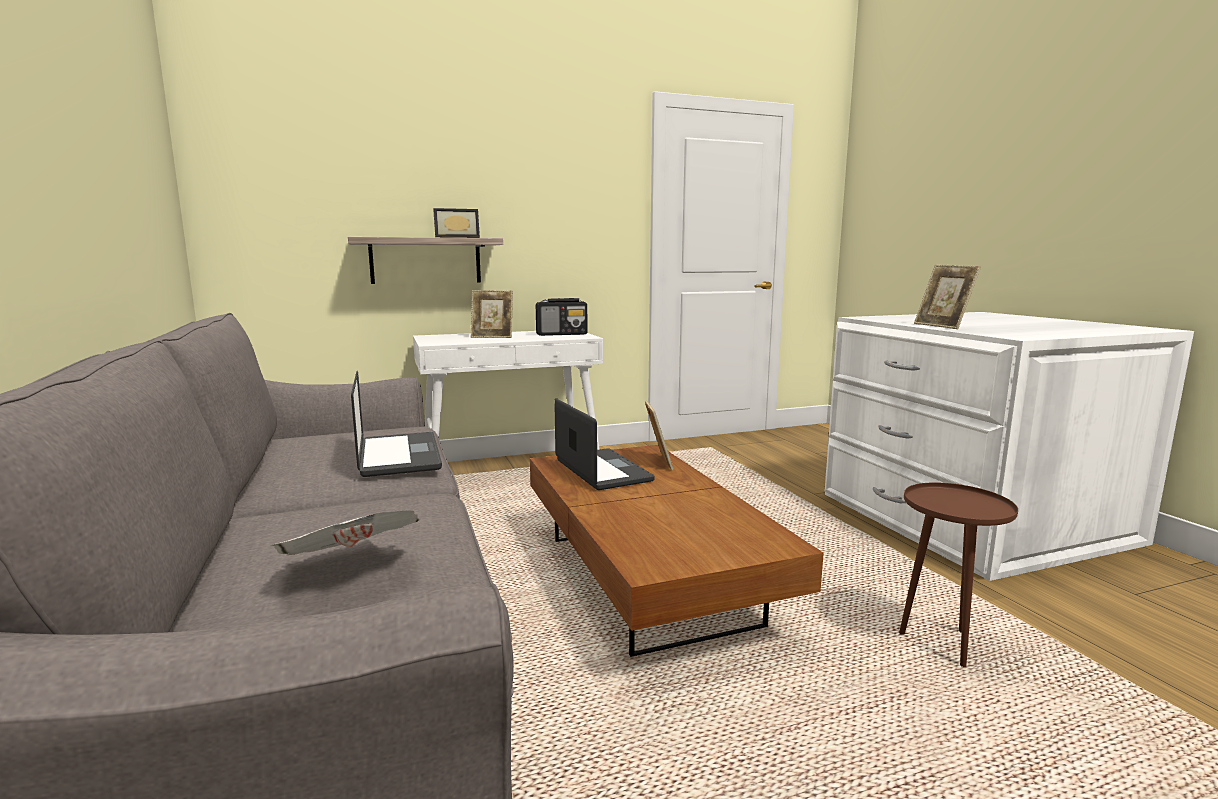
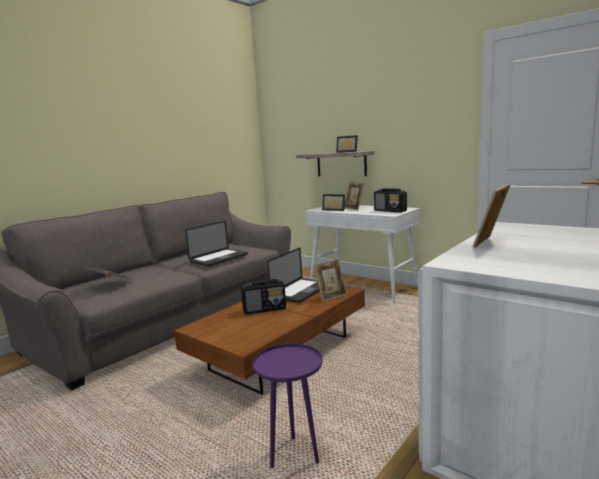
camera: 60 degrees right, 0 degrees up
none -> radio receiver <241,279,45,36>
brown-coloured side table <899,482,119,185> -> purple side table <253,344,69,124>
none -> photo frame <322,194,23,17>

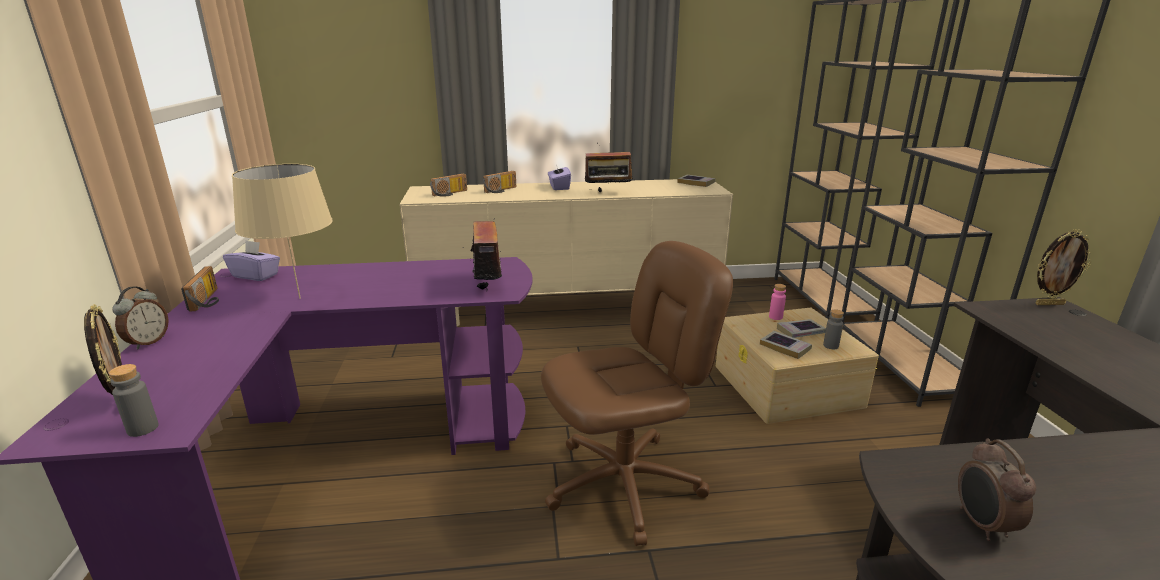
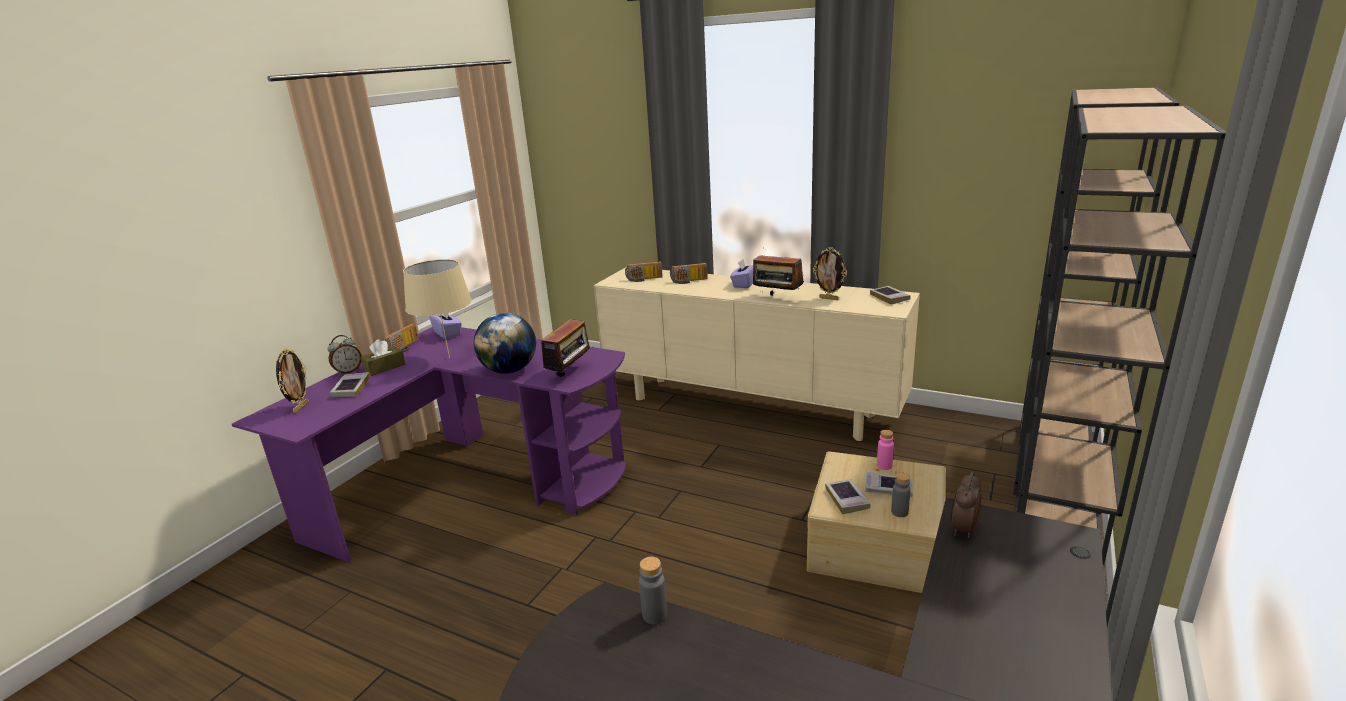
camera: 35 degrees right, 0 degrees up
none -> bound book <329,372,41,25>
none -> brown-coloured tissue box <360,339,45,37>
none -> globe <474,313,62,61>
greyish beverage bottle <109,364,50,73> -> greyish beverage bottle <639,557,28,67>, shifted
photo frame <1035,230,56,75> -> photo frame <813,247,34,53>, shifted
bedside clock <958,438,78,103> -> bedside clock <951,472,31,66>, shifted
brown-coloured computer chair <541,241,192,305> -> none

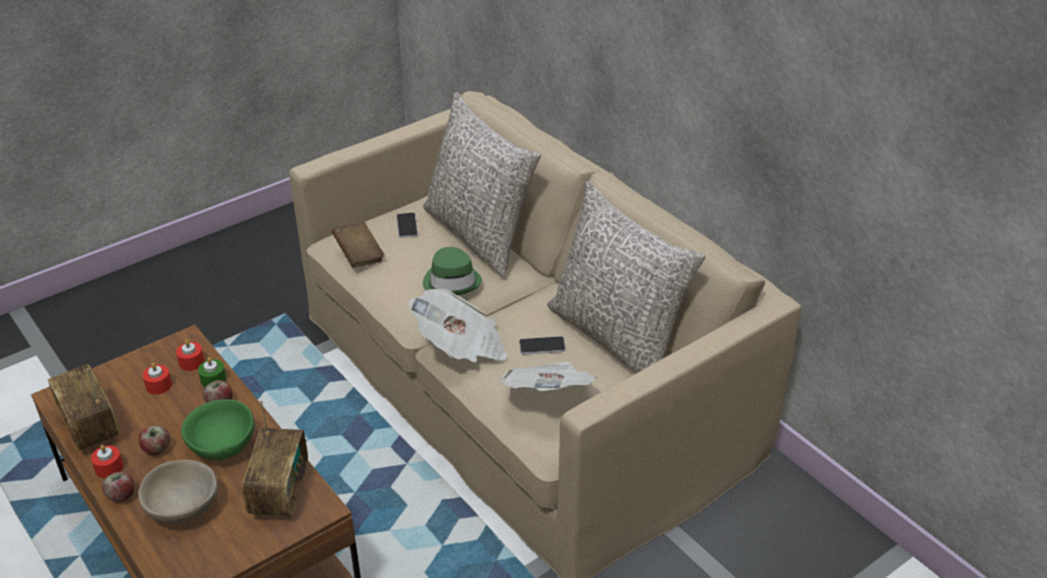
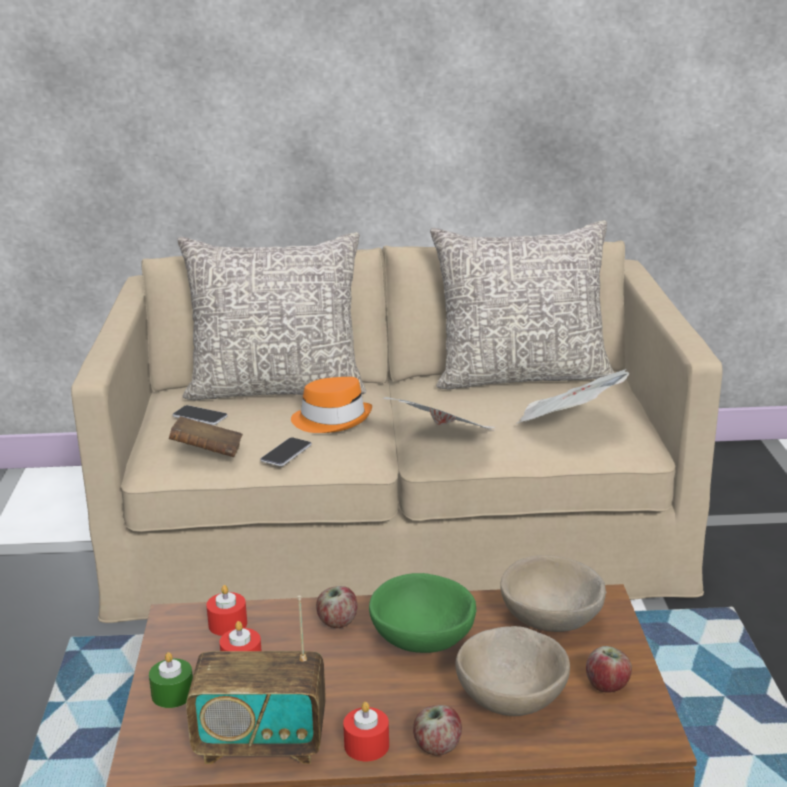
camera: 55 degrees left, 15 degrees down
green-coloured wax light <198,357,29,30> -> green-coloured wax light <149,652,44,56>, shifted
phone <519,336,47,18> -> phone <261,437,51,29>, shifted
green-coloured clothing hat <423,247,59,48> -> orangey clothing hat <291,377,81,56>
radio receiver <242,400,66,120> -> beige bowl <500,555,107,77>
apple <139,426,31,29> -> apple <586,646,46,47>, shifted

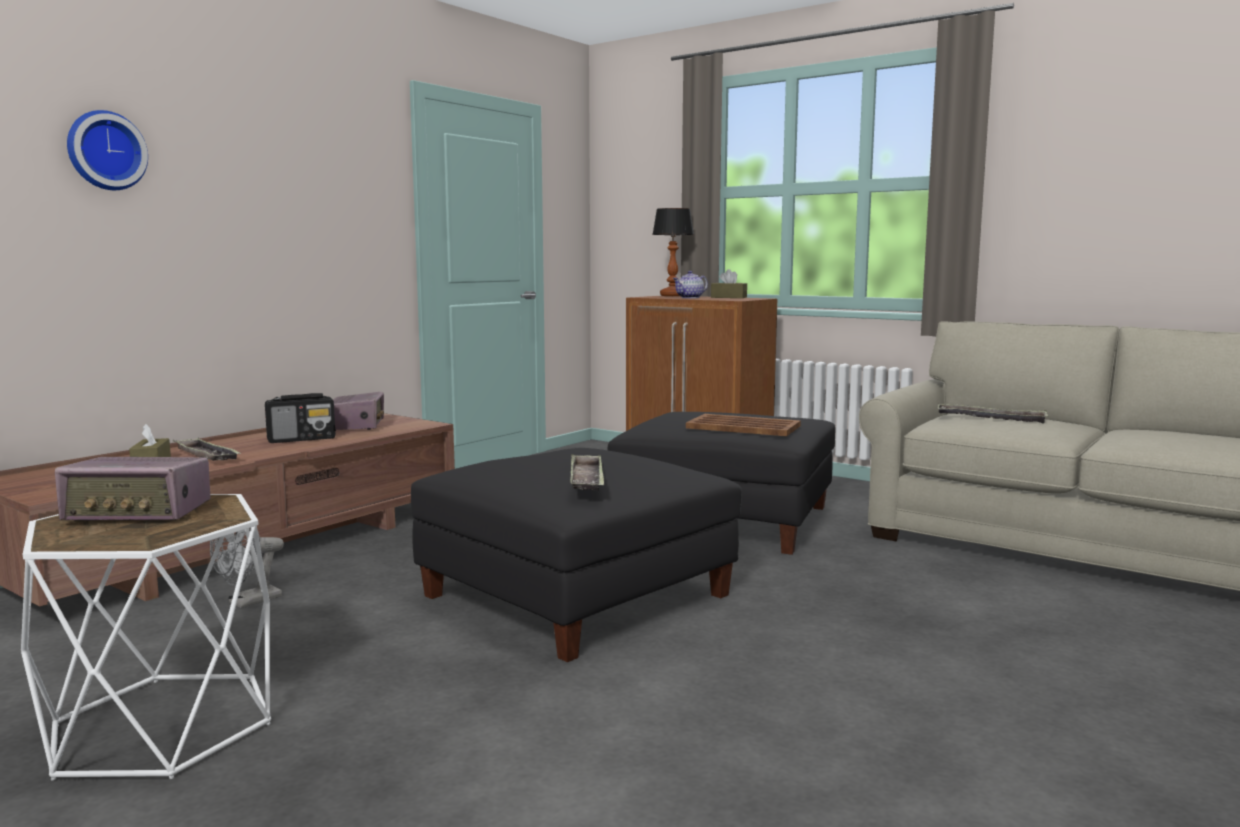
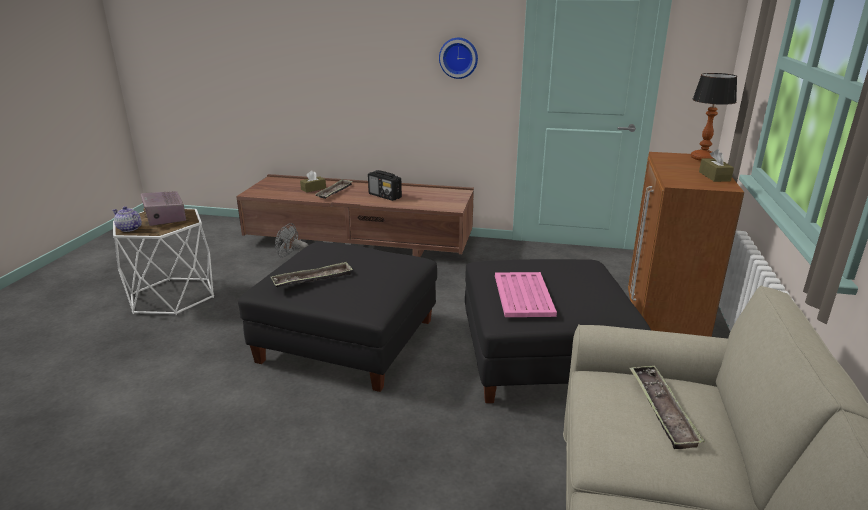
camera: 65 degrees right, 15 degrees up
teapot <672,271,36,27> -> teapot <113,206,29,26>, shifted
hanging clock <67,110,81,80> -> hanging clock <439,38,39,41>, shifted
brown-coloured serving tray <686,414,115,22> -> pink serving tray <495,272,62,45>
radio receiver <333,392,51,39> -> none

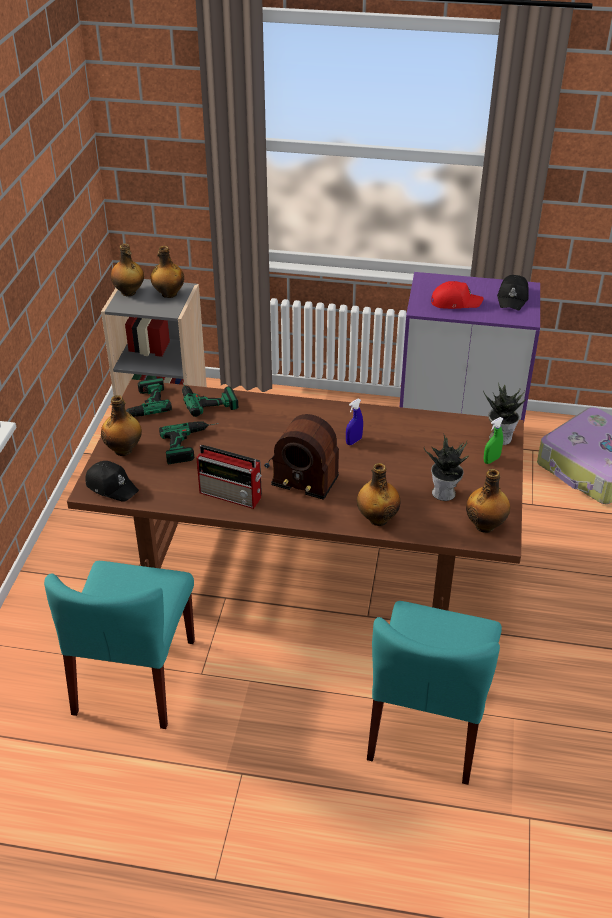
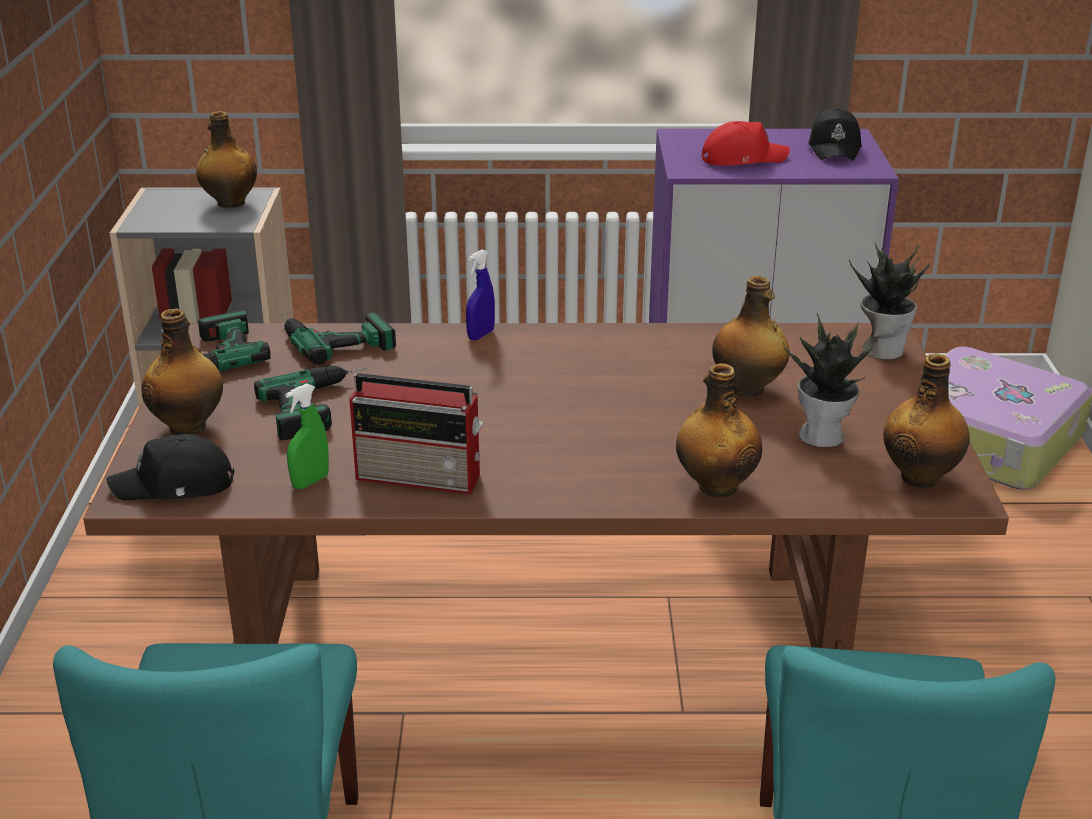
camera: 10 degrees left, 10 degrees down
black-coloured baseball cap <85,461,54,41> -> black-coloured baseball cap <106,434,128,67>, 150 degrees clockwise
green-coloured sprayer <484,417,20,47> -> green-coloured sprayer <285,383,44,106>, shifted
blue sprayer <346,398,17,47> -> blue sprayer <466,250,29,90>, shifted
beverage bottle <111,244,33,52> -> beverage bottle <712,276,78,121>, shifted
radio receiver <264,414,75,86> -> none

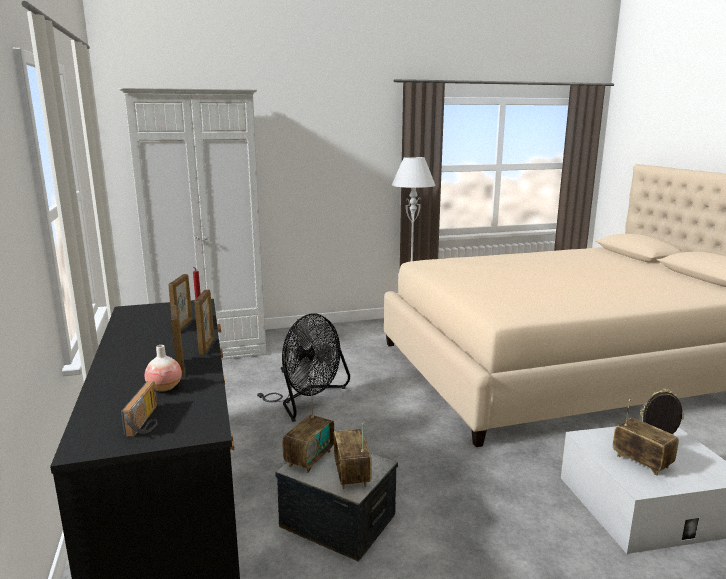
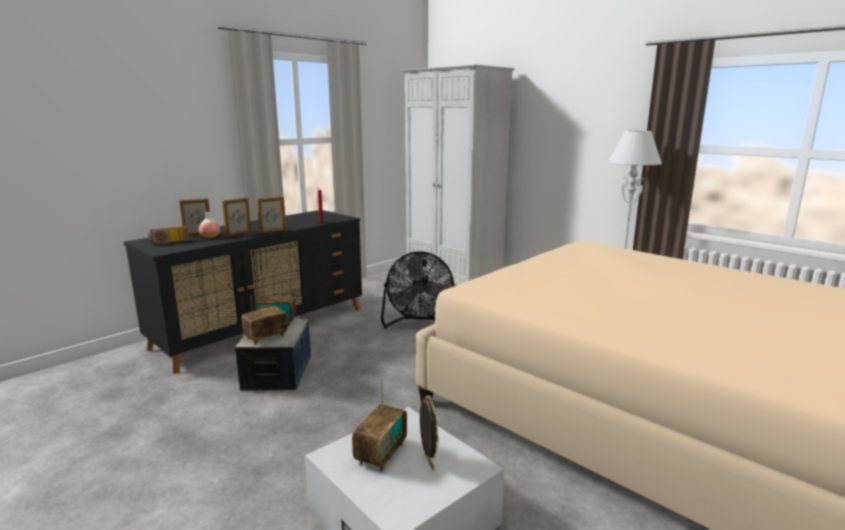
camera: 60 degrees right, 0 degrees up
photo frame <168,274,24,56> -> photo frame <179,198,31,38>, shifted

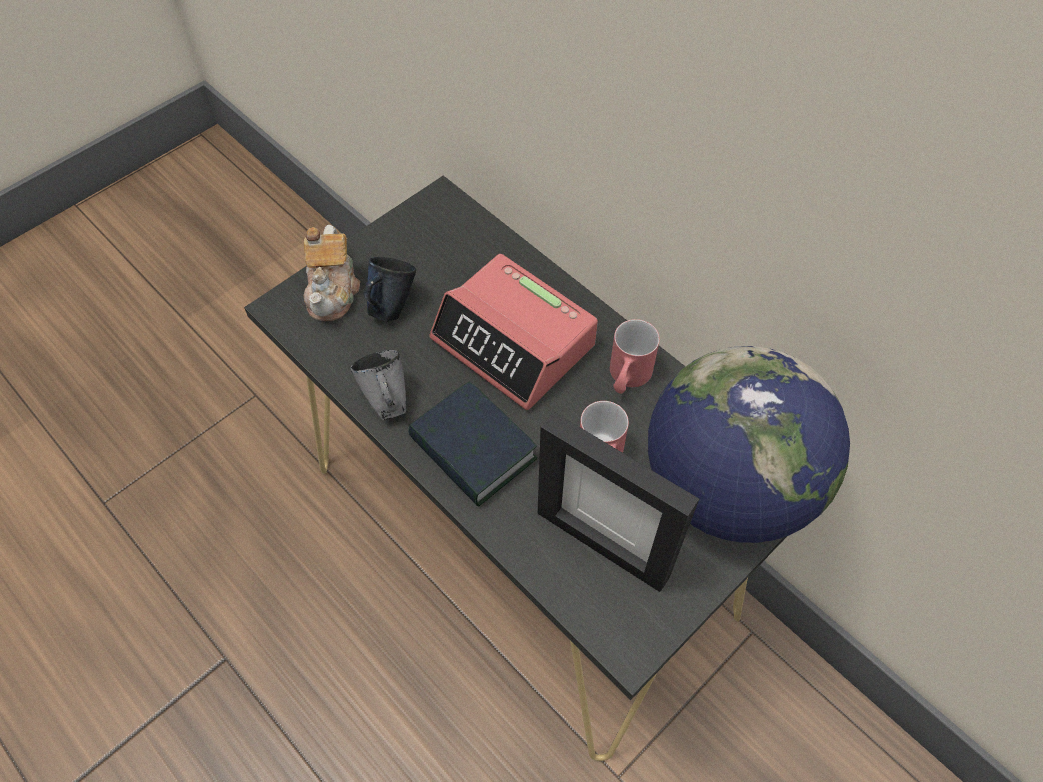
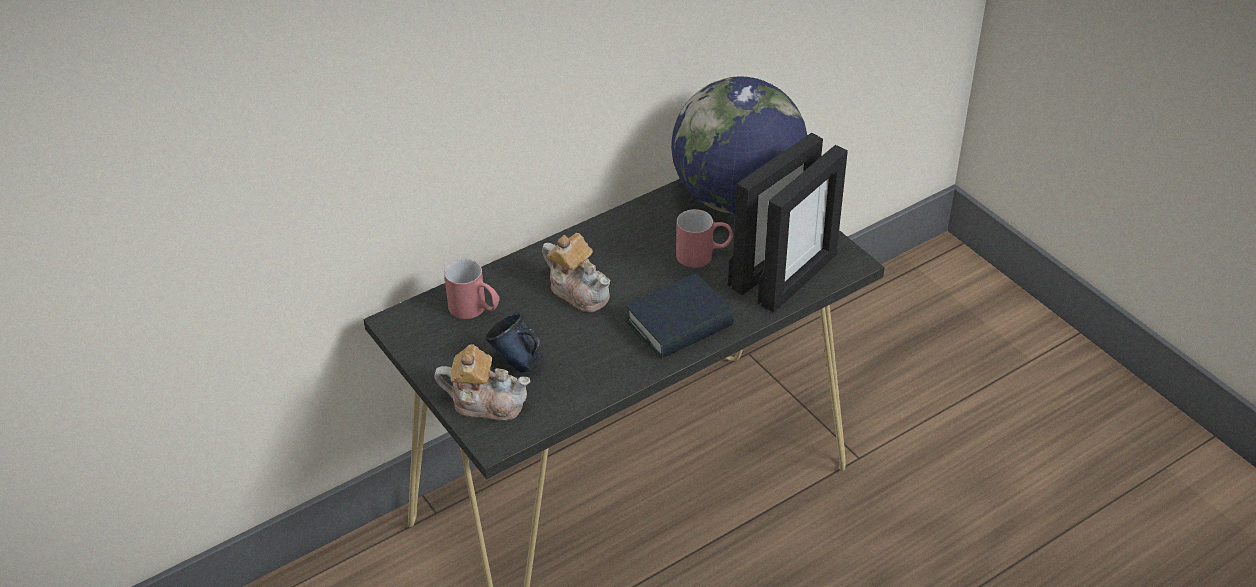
camera: 80 degrees left, 15 degrees down
reddish coffee mug <610,319,50,75> -> reddish coffee mug <444,259,55,60>, shifted
bedside clock <429,254,169,156> -> teapot <542,233,69,79>
none -> photo frame <757,145,91,168>
greyish coffee mug <350,350,56,70> -> none

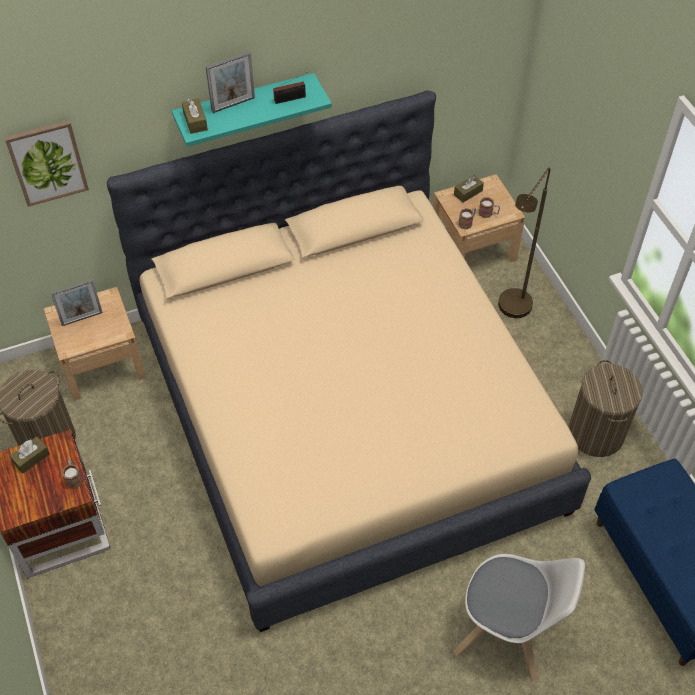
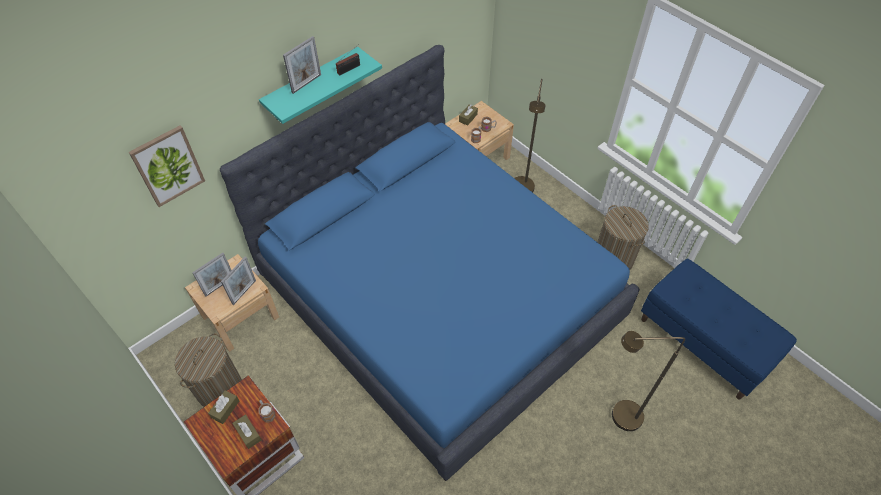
camera: 20 degrees left, 0 degrees up
beige bedroom bed <107,90,484,542> -> blue bedroom bed <220,45,420,436>
none -> photo frame <221,257,35,48>
brown-coloured tissue box <182,98,26,36> -> brown-coloured tissue box <232,414,30,35>, shifted
upright chair <453,554,132,128> -> brown-coloured standing lamp <612,331,73,100>

